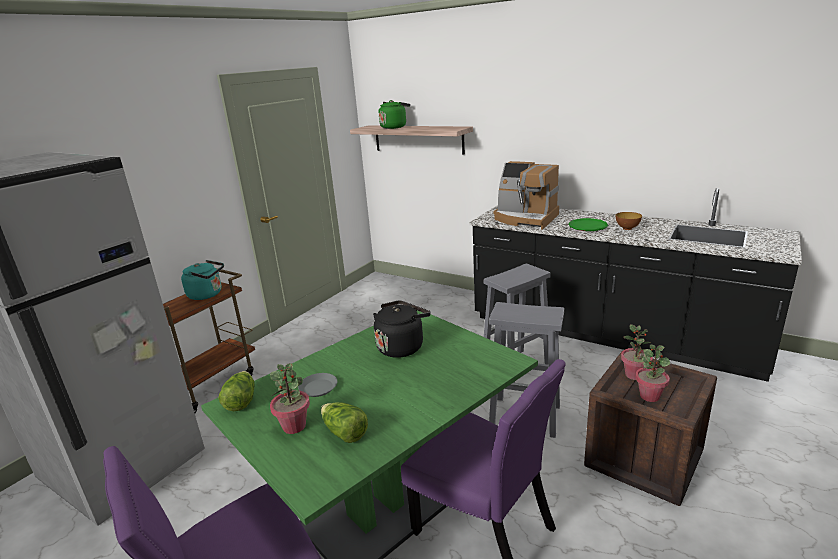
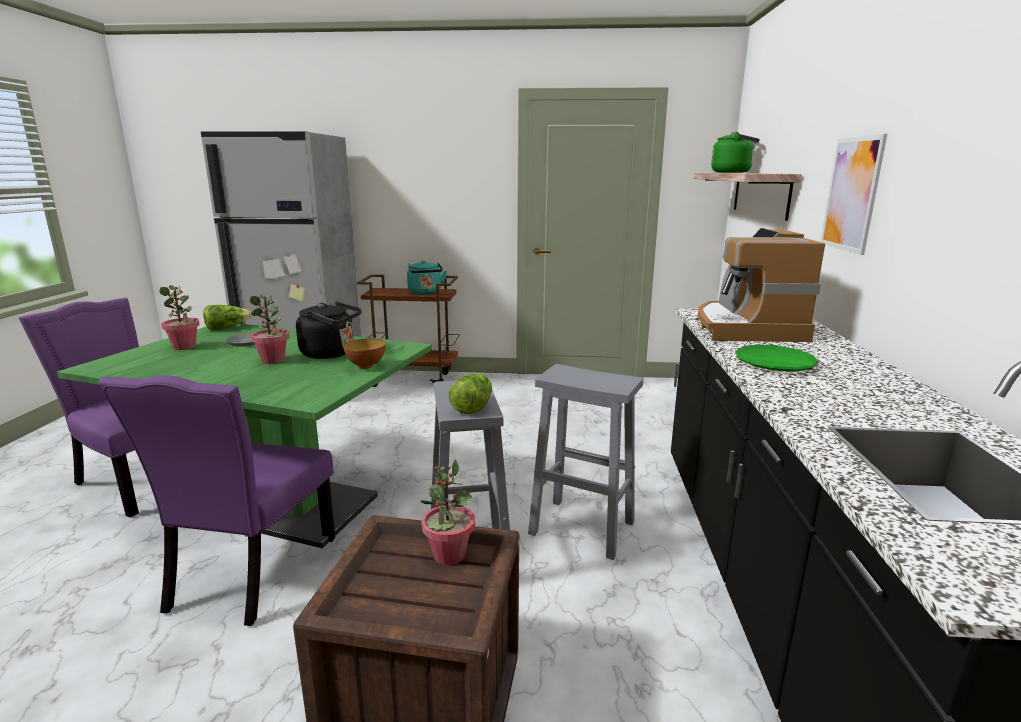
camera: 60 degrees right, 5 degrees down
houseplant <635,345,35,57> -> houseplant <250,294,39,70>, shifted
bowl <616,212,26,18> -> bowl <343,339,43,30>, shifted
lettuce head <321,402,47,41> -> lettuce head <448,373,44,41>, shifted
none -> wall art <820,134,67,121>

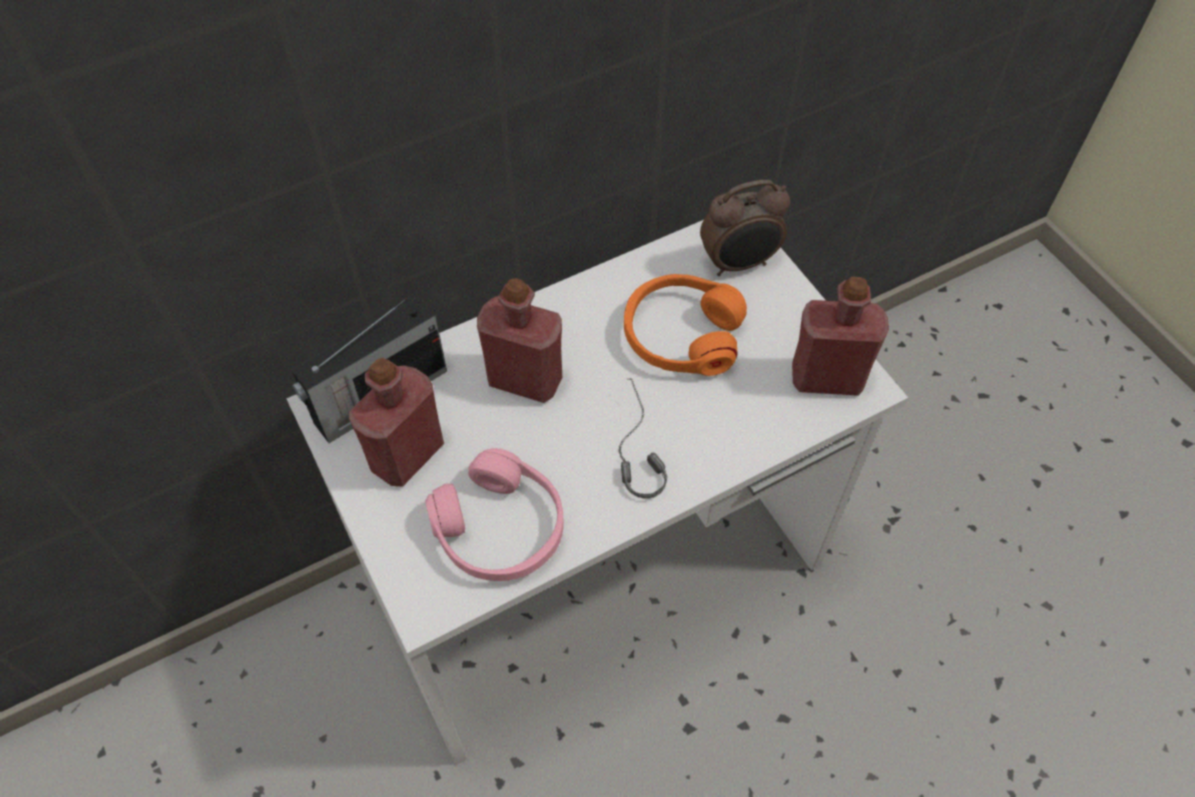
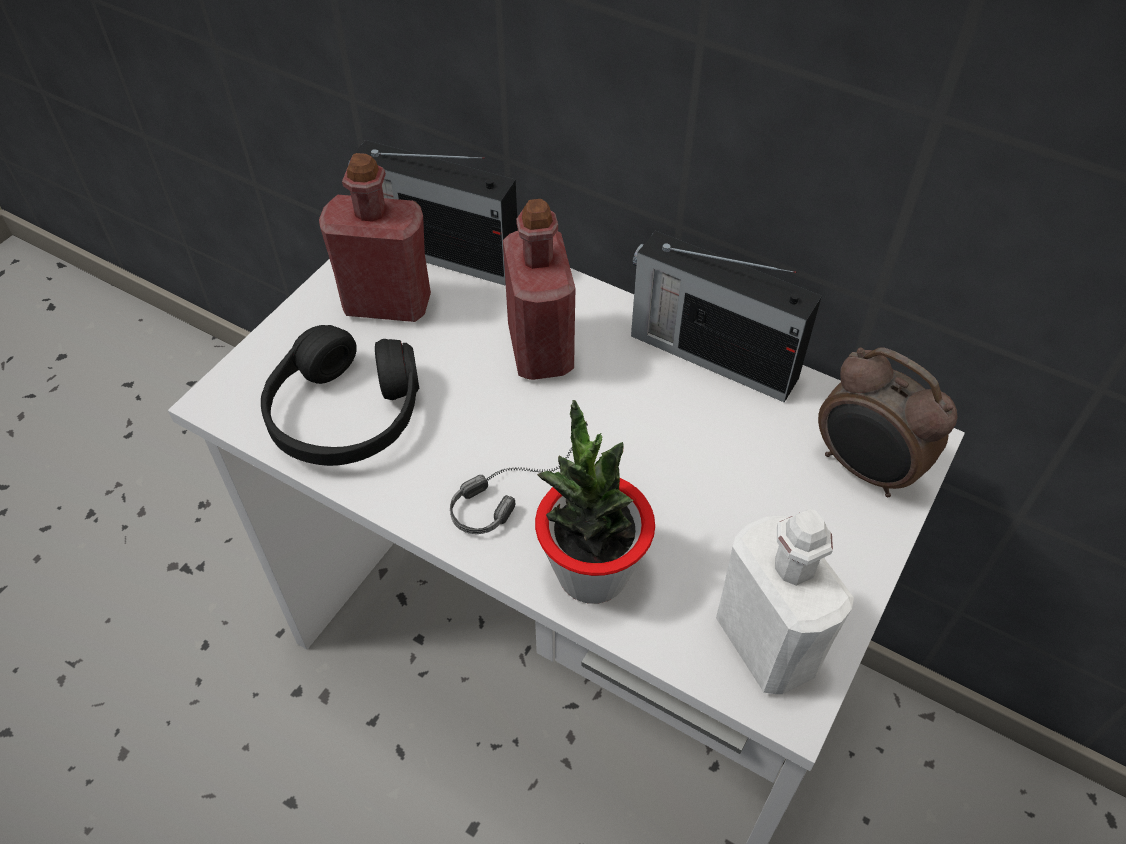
camera: 60 degrees right, 5 degrees down
pink headphones <425,448,139,133> -> black-coloured headphones <261,325,158,141>
none -> houseplant <535,400,120,204>
none -> radio receiver <631,231,191,172>
reddish beverage bottle <792,277,97,119> -> white-coloured beverage bottle <716,509,138,185>
orangey headphones <624,274,123,102> -> none

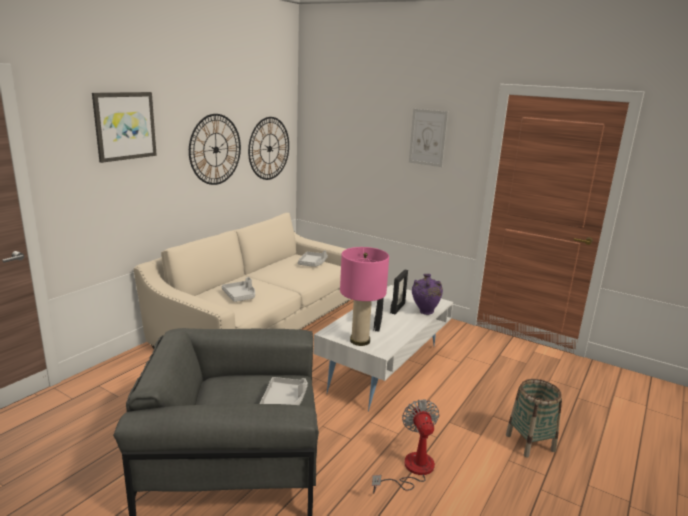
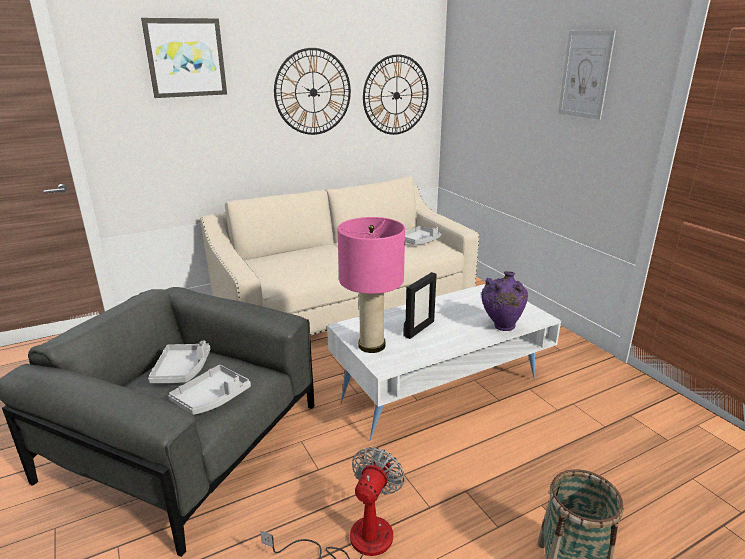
camera: 30 degrees right, 5 degrees up
greyish serving tray <222,277,33,25> -> greyish serving tray <148,340,62,43>, shifted
photo frame <390,269,18,45> -> none

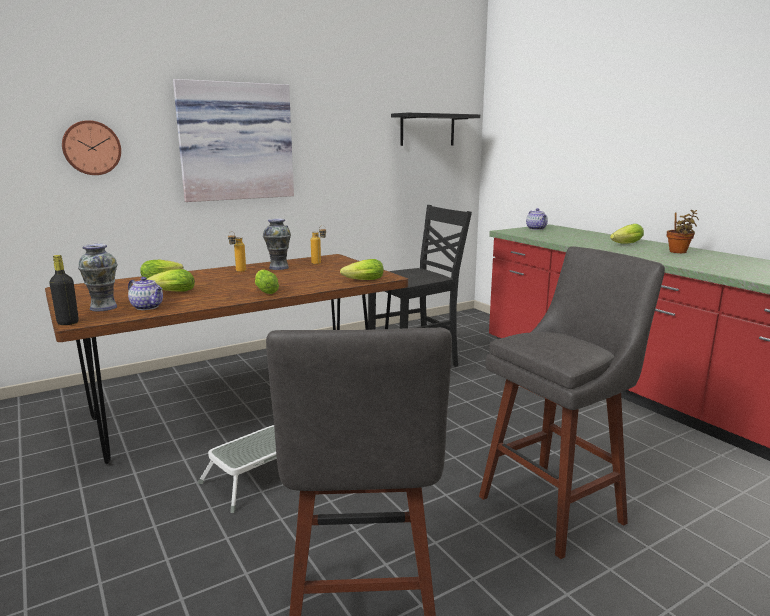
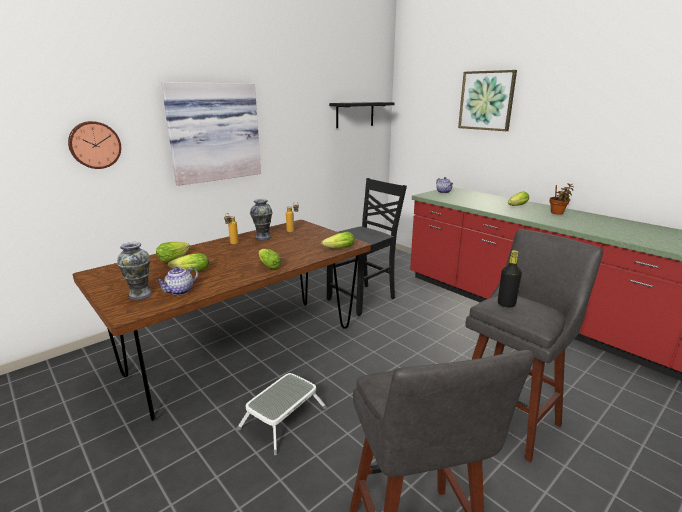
camera: 10 degrees left, 5 degrees up
teapot <128,277,35,33> -> teapot <156,266,42,29>, 105 degrees clockwise
none -> wall art <458,70,59,61>
black-coloured beverage bottle <49,255,30,70> -> black-coloured beverage bottle <498,250,24,58>, shifted

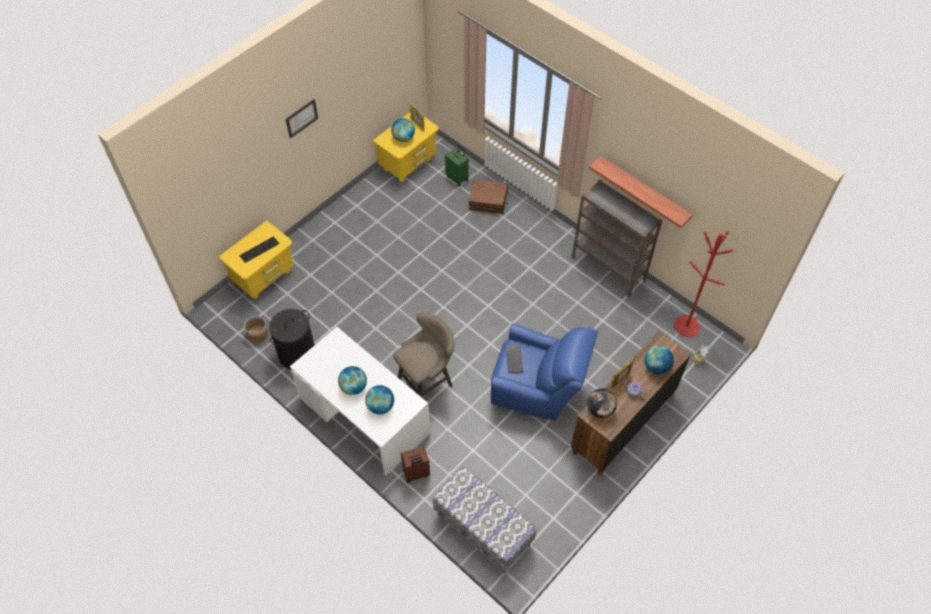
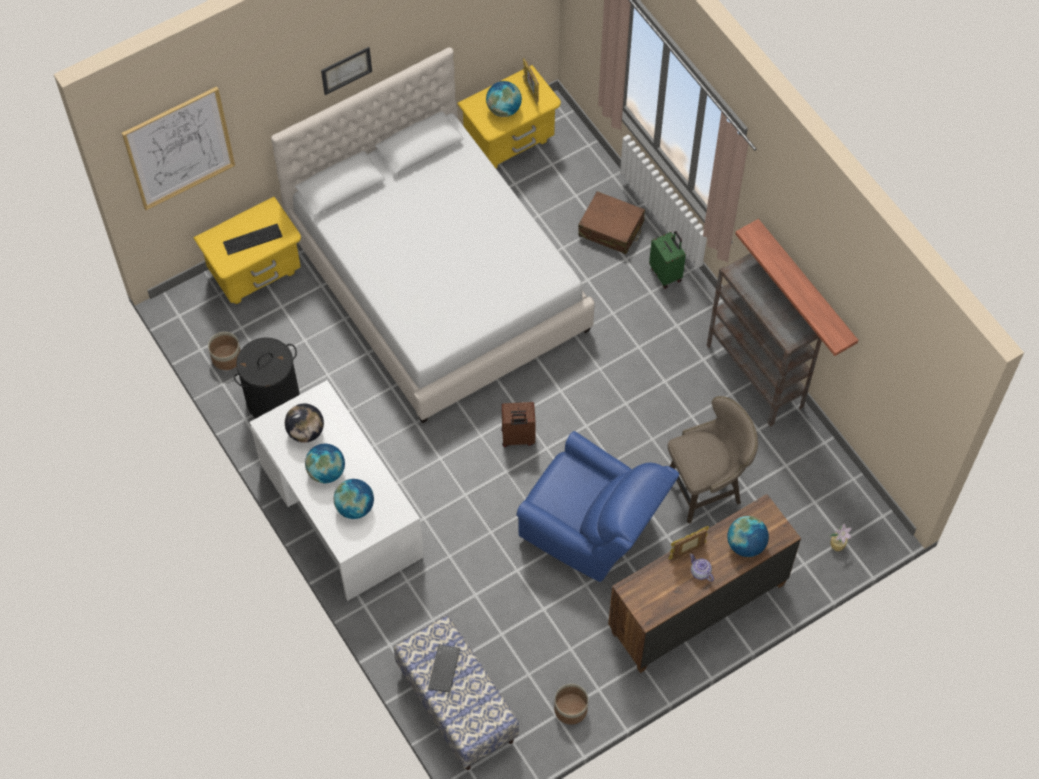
camera: 15 degrees right, 5 degrees up
none -> wall art <122,86,113,124>
none -> white-coloured bedroom bed <271,48,324,376>
globe <587,389,30,29> -> globe <285,404,39,39>, shifted
keyboard <506,344,17,29> -> keyboard <428,645,32,48>, shifted
brown-coloured suitcase <401,446,29,37> -> brown-coloured suitcase <501,402,35,45>, shifted
none -> plant pot <554,684,34,41>
green-coloured suitcase <445,145,24,42> -> green-coloured suitcase <649,231,37,58>, shifted
beige sitting stool <393,312,62,85> -> beige sitting stool <668,396,90,128>, shifted
reddish clothes rack <674,231,59,106> -> none

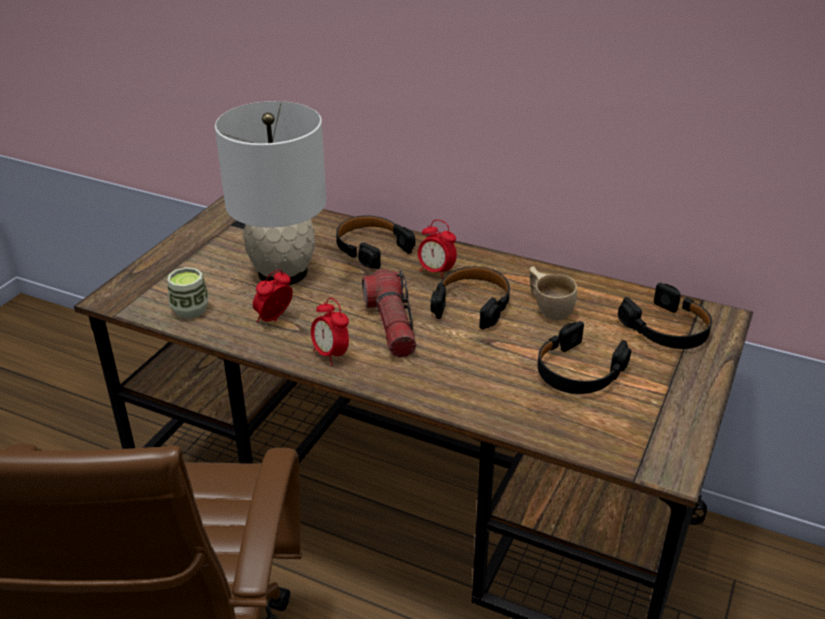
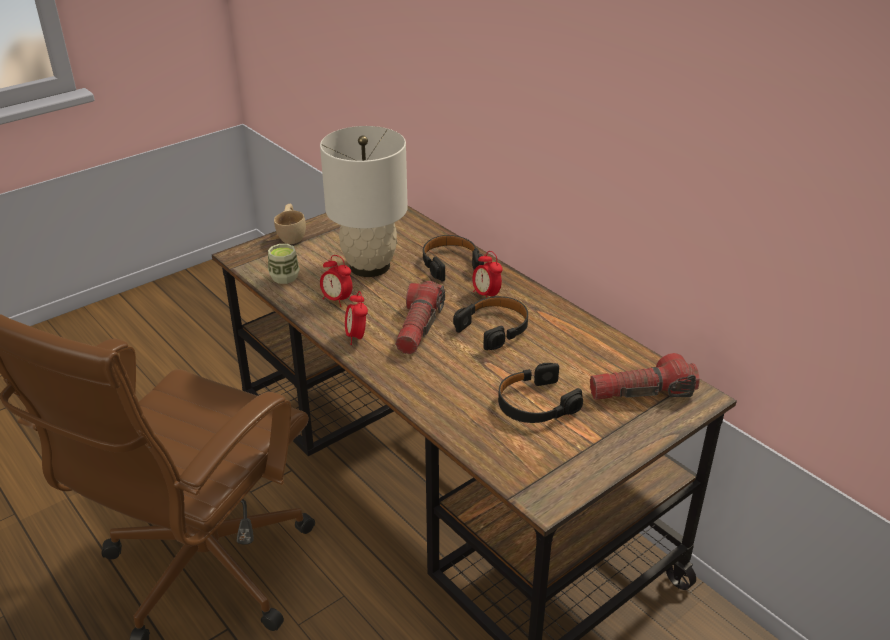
camera: 25 degrees right, 0 degrees up
beige cup <530,266,47,55> -> beige cup <274,204,32,40>, shifted
bedside clock <253,269,40,53> -> bedside clock <320,255,32,52>, 120 degrees counterclockwise
black-coloured headphones <618,283,94,66> -> torch <590,353,110,47>

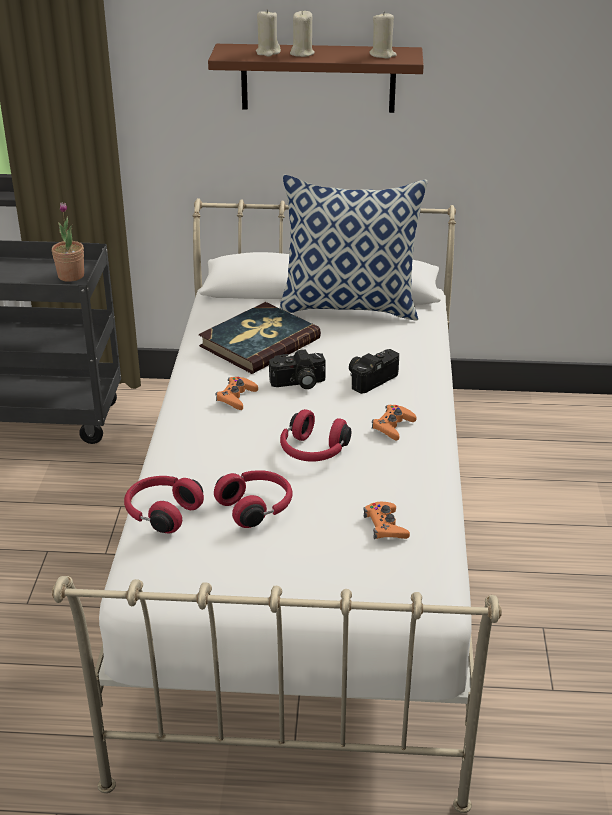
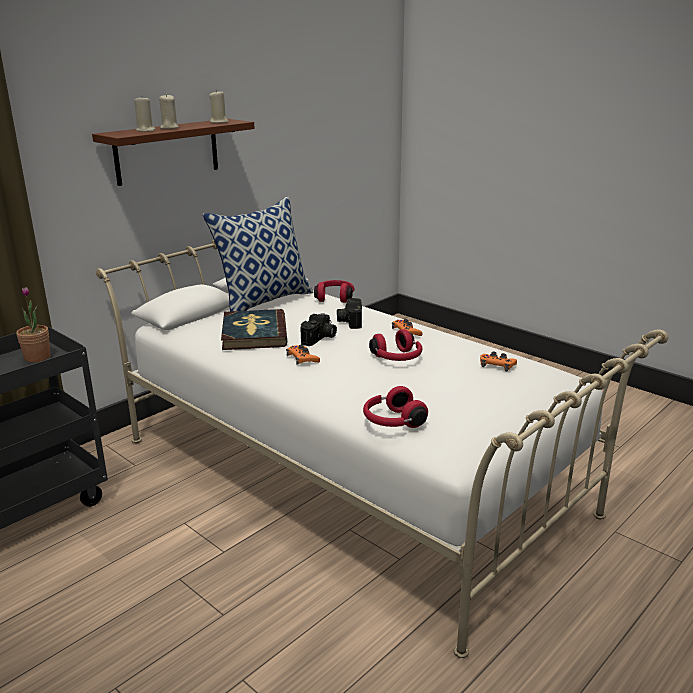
camera: 50 degrees left, 10 degrees down
reddish headphones <214,470,78,58> -> reddish headphones <314,280,41,23>, shifted

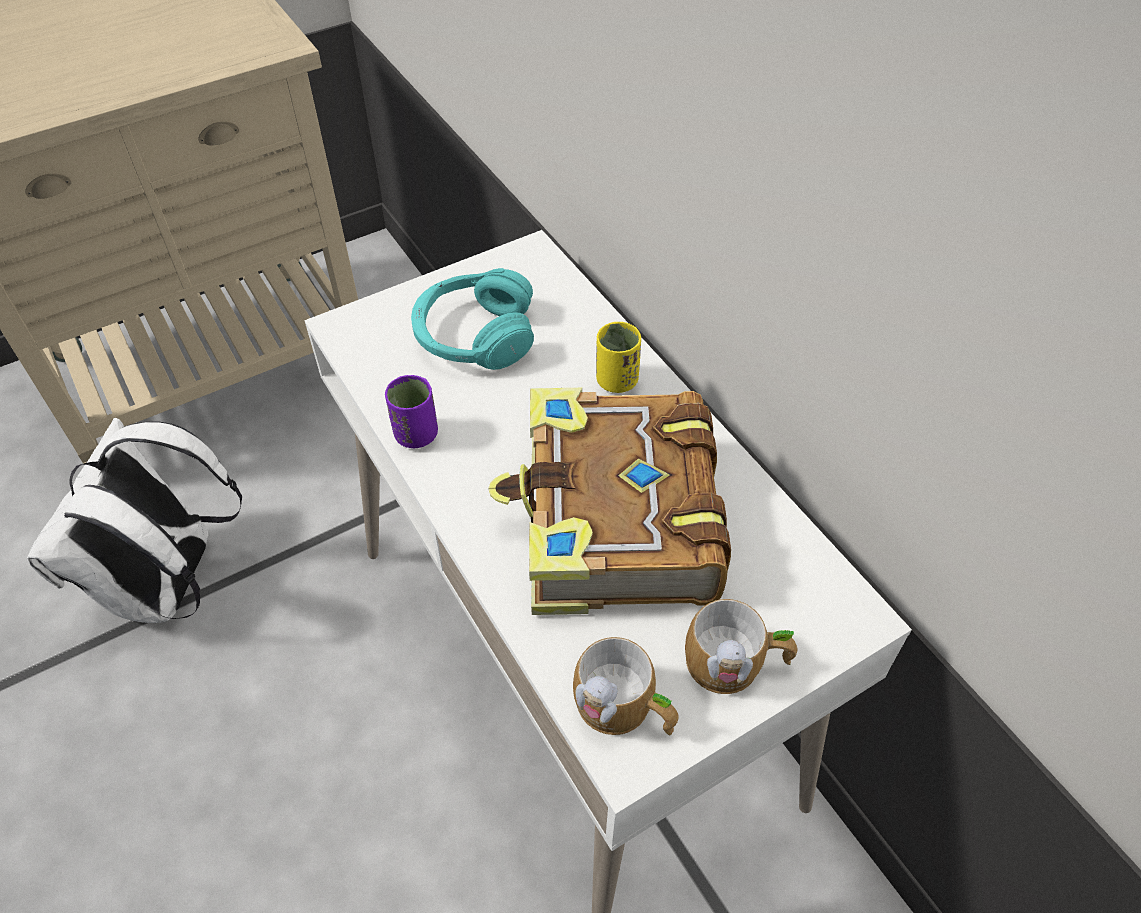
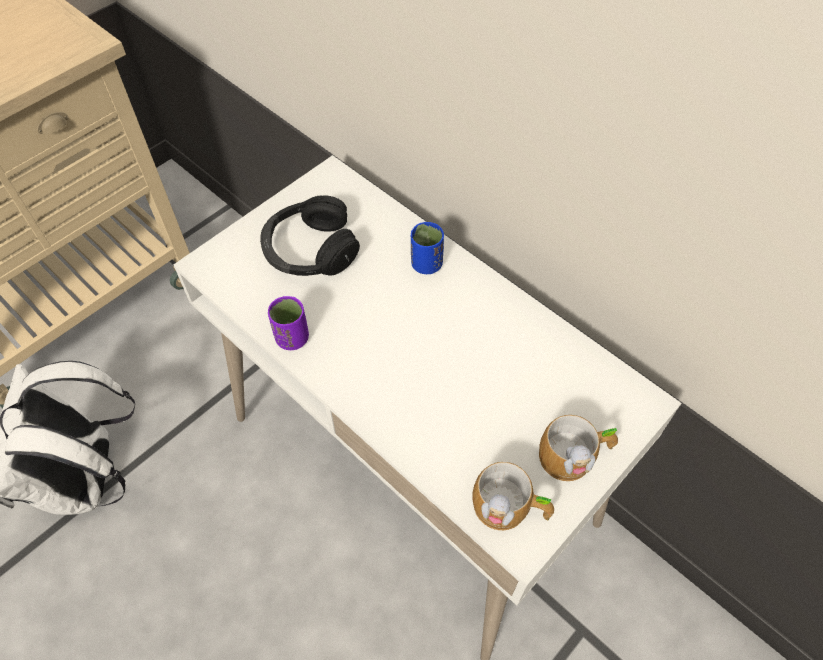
camera: 15 degrees left, 5 degrees up
turquoise-coloured headphones <411,268,123,102> -> black-coloured headphones <260,195,100,81>
yellow cup <596,322,45,71> -> blue cup <411,222,33,52>
bound book <488,388,243,227> -> none

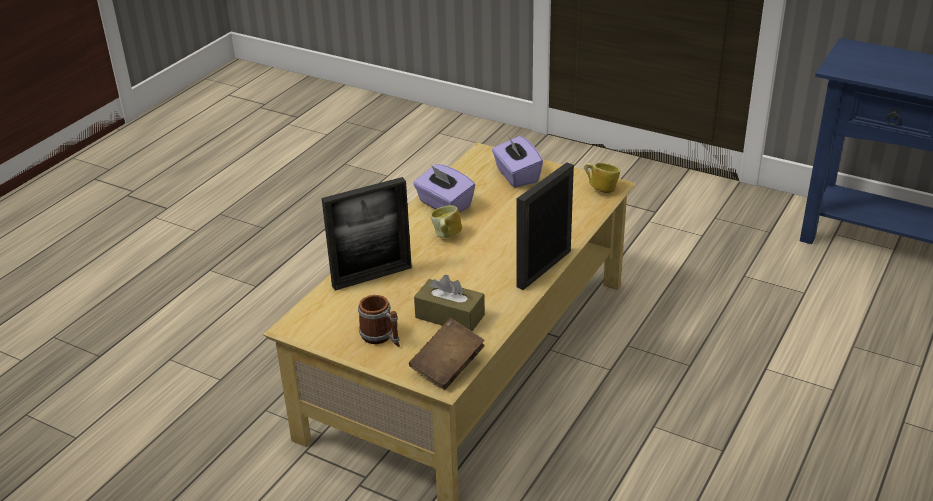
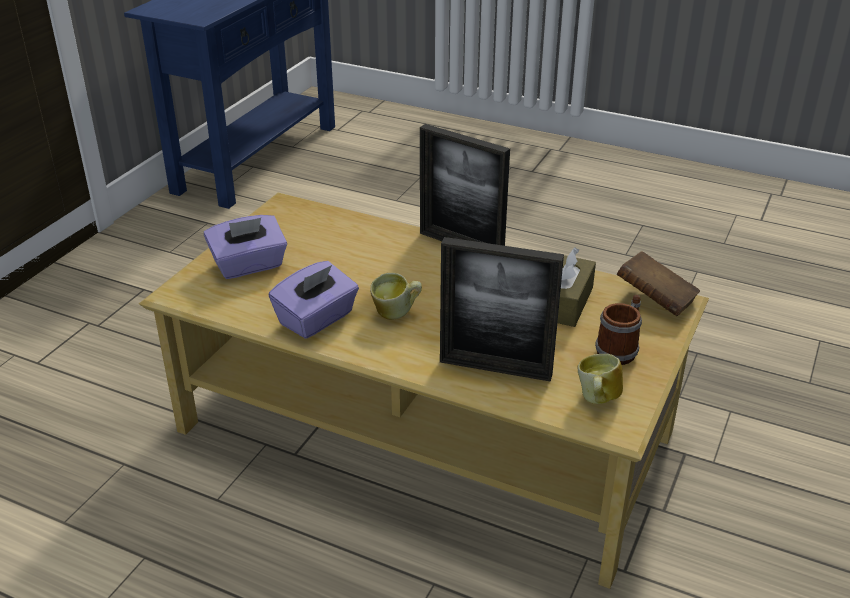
camera: 95 degrees left, 0 degrees up
photo frame <322,177,90,113> -> photo frame <440,237,124,145>, 135 degrees clockwise
coffee mug <584,163,36,30> -> coffee mug <578,354,45,50>, shifted

